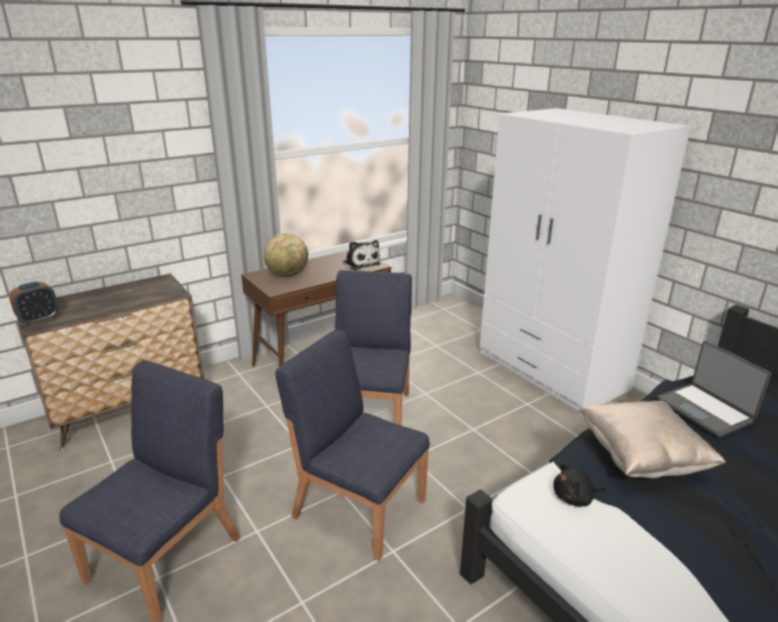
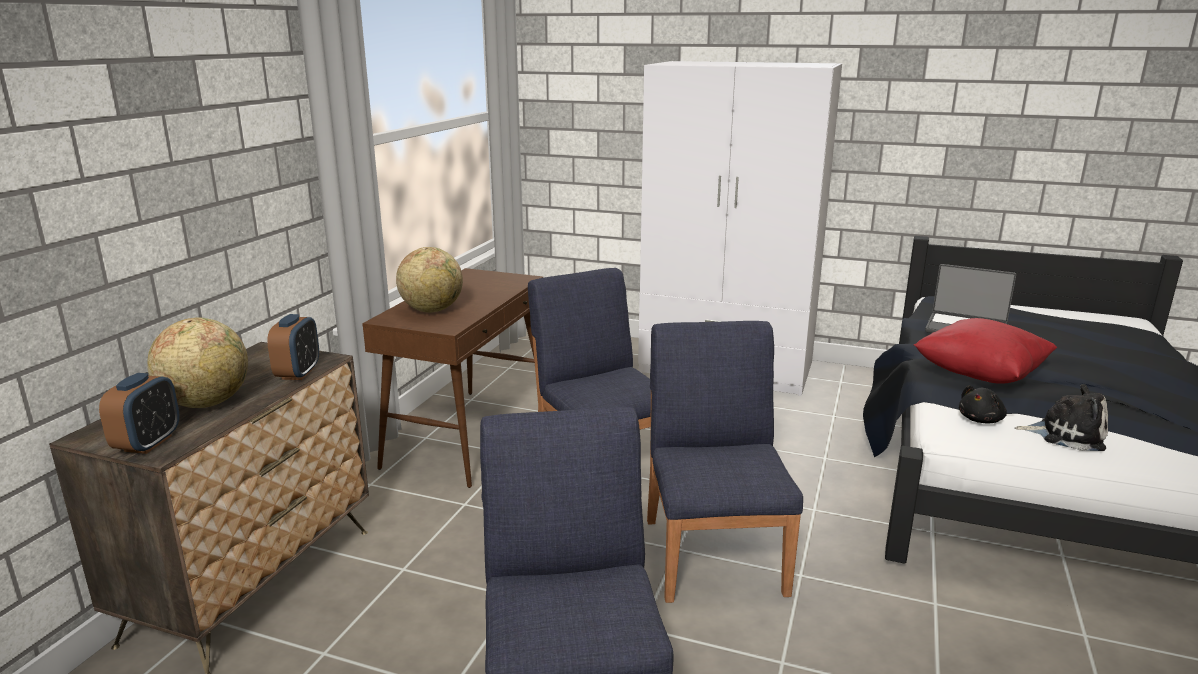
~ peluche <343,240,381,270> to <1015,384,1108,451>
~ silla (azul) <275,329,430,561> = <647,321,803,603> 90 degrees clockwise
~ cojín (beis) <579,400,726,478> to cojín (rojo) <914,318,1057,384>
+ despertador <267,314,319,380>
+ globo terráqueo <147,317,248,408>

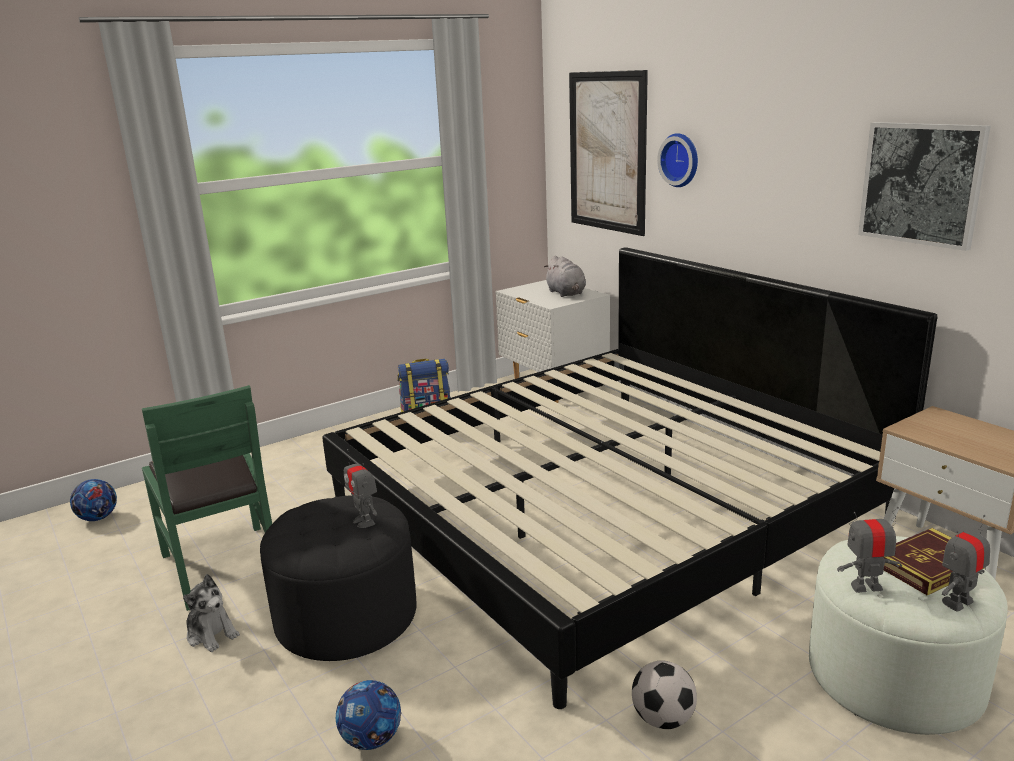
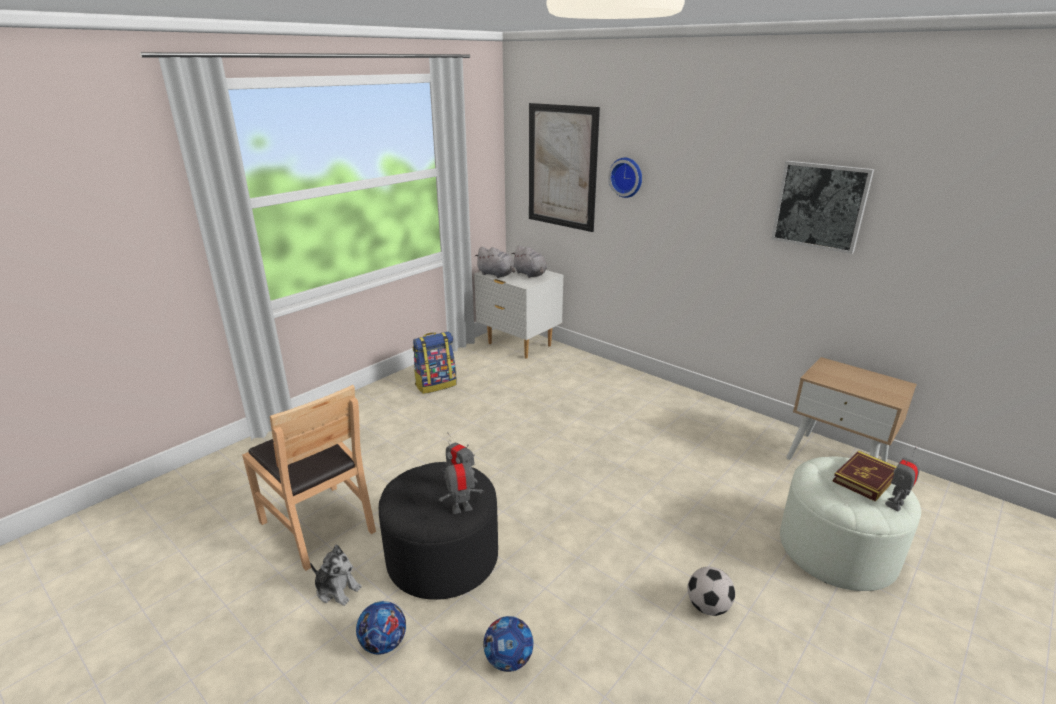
- cama <322,247,937,709>
~ silla (verde) <142,385,272,611> to silla (marrón) <242,385,376,571>
~ balón de fútbol <70,479,117,521> to <356,601,406,654>
~ robot de juguete <837,507,902,593> to <439,455,484,514>
+ peluche (gris) <475,247,515,278>

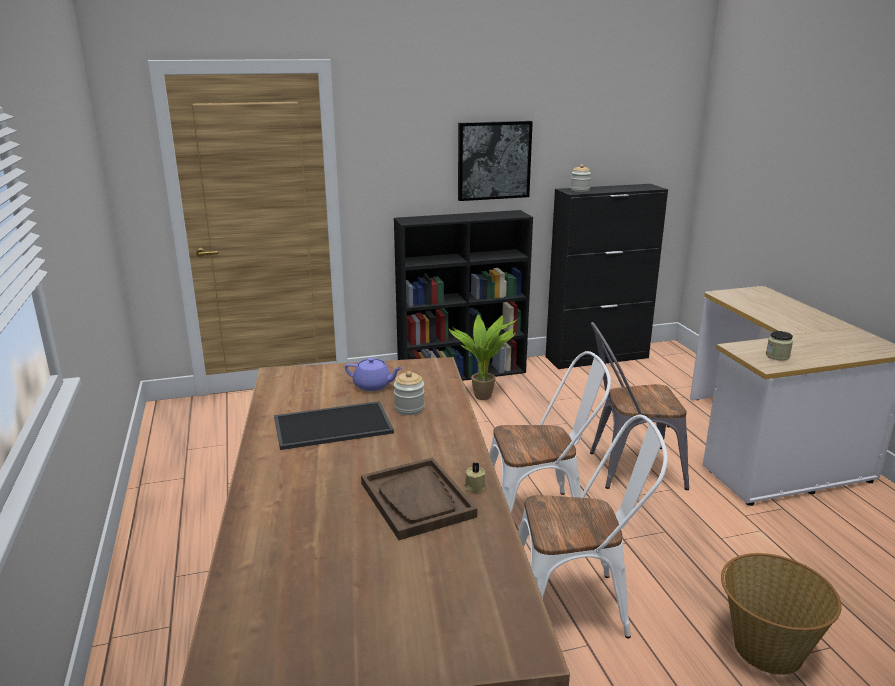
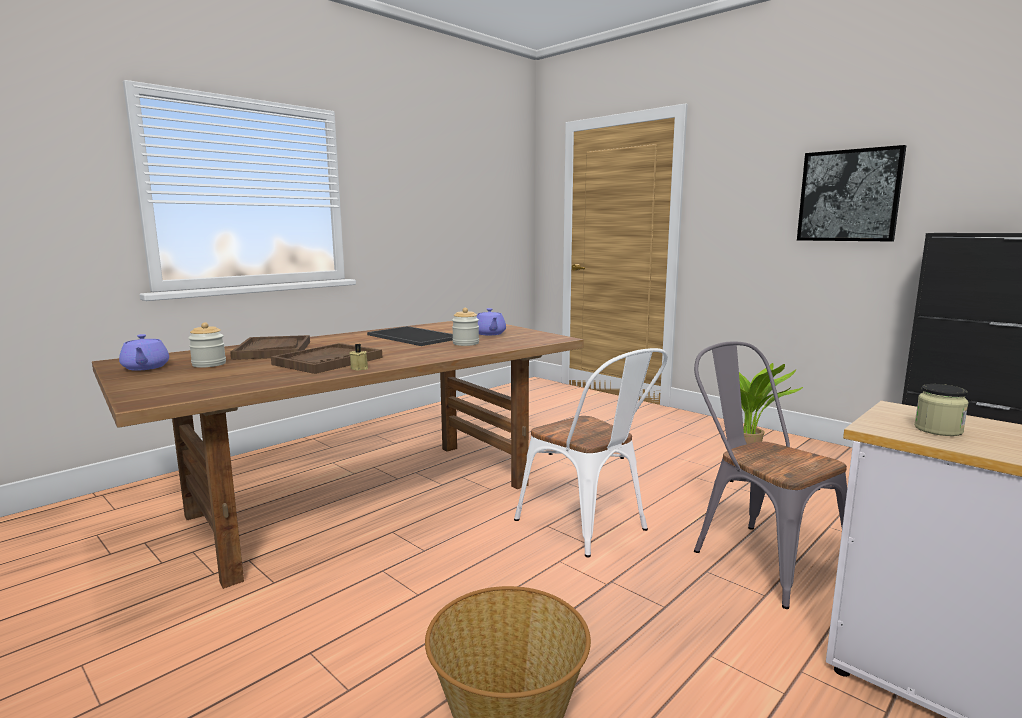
~ tarro <571,164,591,192> to <188,322,226,368>
- estantería (negro) <394,210,533,381>
- silla (blanco) <518,415,668,639>
+ tetera (morado) <119,334,169,371>
+ bandeja (marrón) <230,335,310,360>

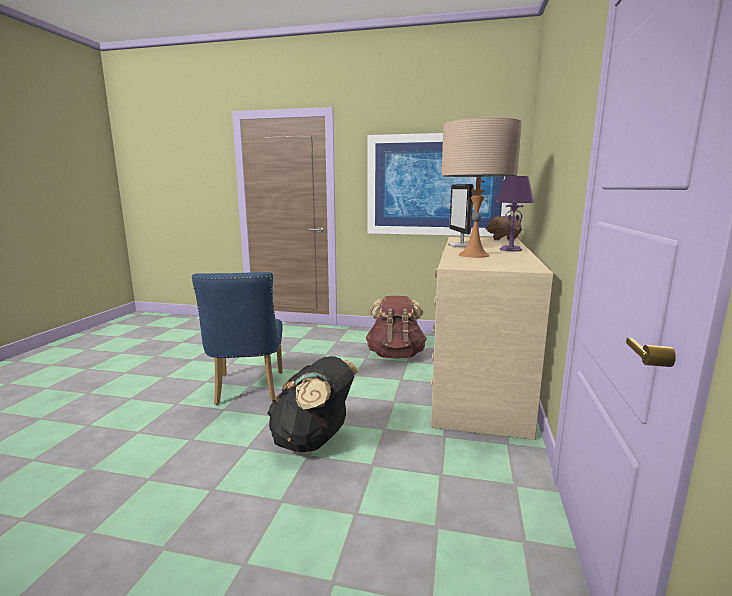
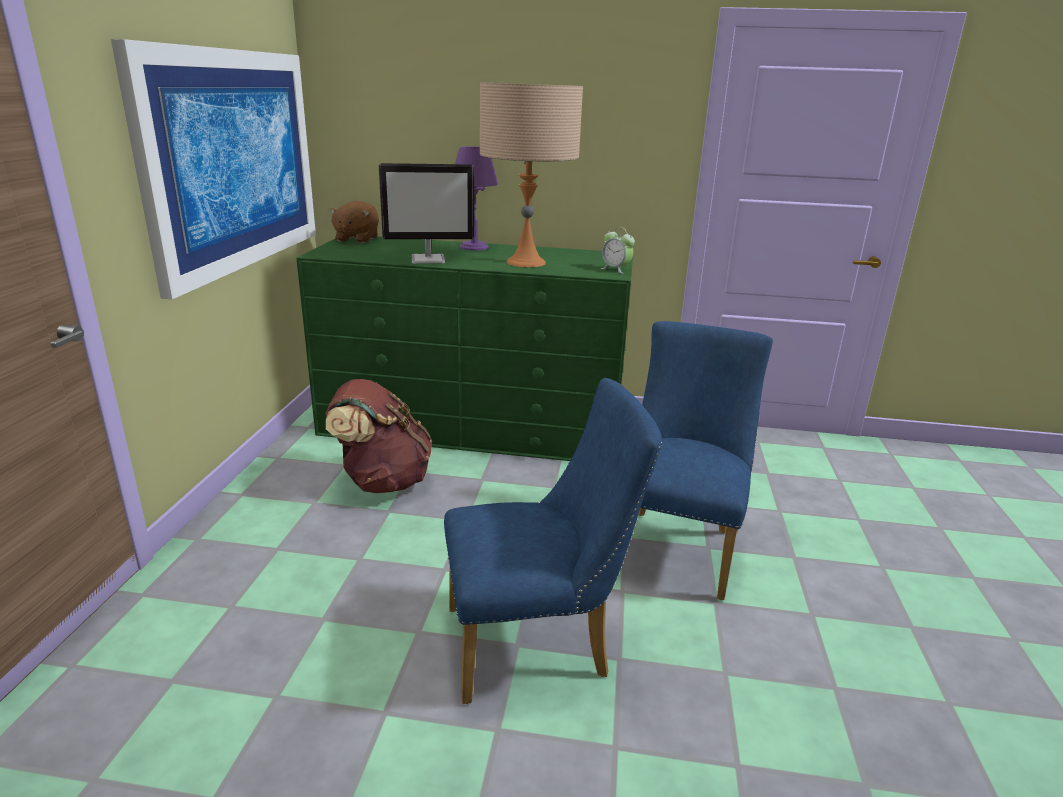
~ cómoda (beis) <431,237,554,440> to cómoda (verde) <296,236,633,461>
~ mochila (negro) <267,356,358,452> to silla (azul) <639,321,773,600>
+ despertador <600,227,635,274>

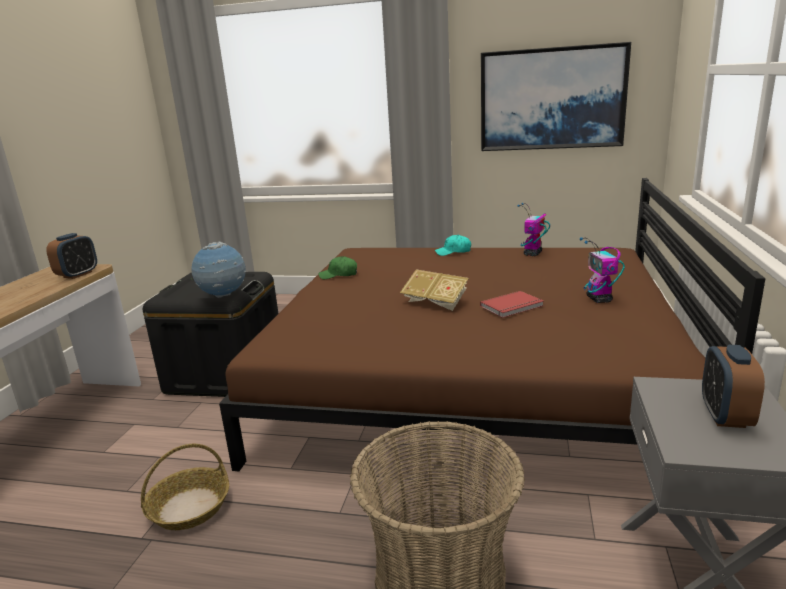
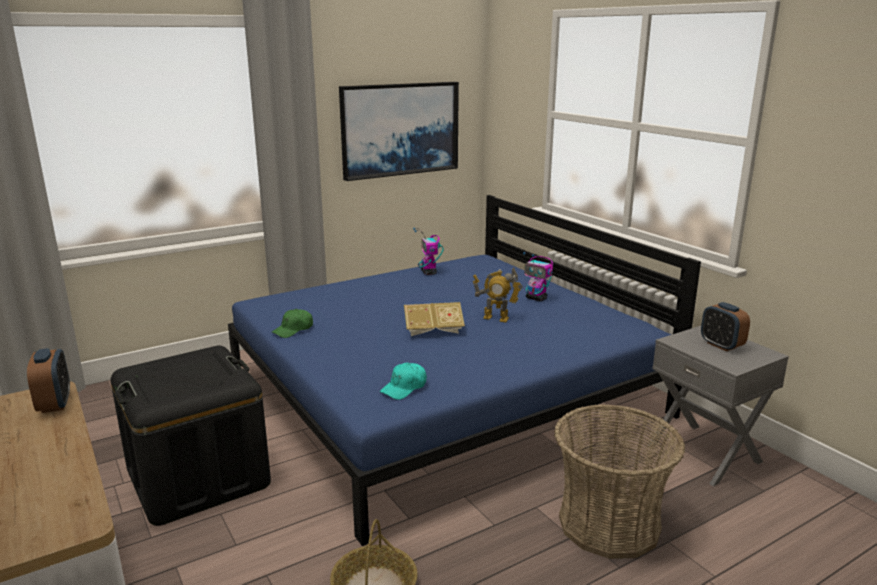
~ cama (marrón) <219,178,766,471> to cama (azul) <228,195,701,546>
~ gorra (turquesa) <435,235,471,256> to <380,363,427,400>
- globo terráqueo <191,241,246,298>
~ libro (rojo) <480,291,544,318> to robot de juguete <473,268,523,322>

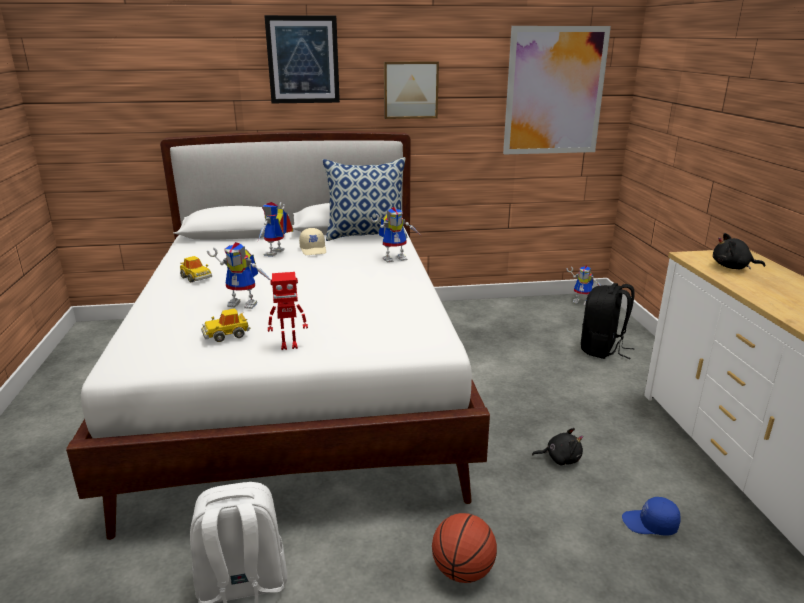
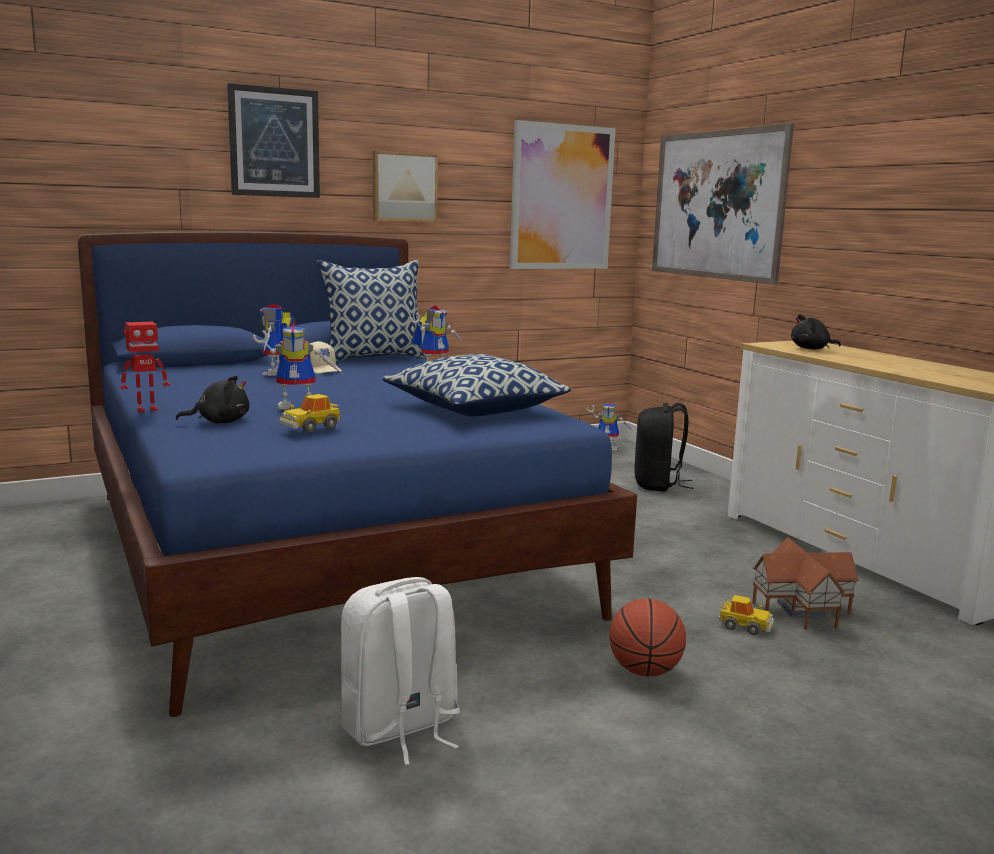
~ cama (blanco) <66,131,490,540> to cama (azul) <77,232,637,717>
~ coche de juguete <180,256,212,282> to <719,595,775,635>
~ robot de juguete <268,272,308,350> to <121,322,170,412>
~ peluche (negro) <532,428,583,465> to <176,376,250,424>
~ gorra (azul) <622,497,681,536> to casita <752,537,859,630>
+ cuadro <652,123,794,285>
+ cojín <382,354,571,417>

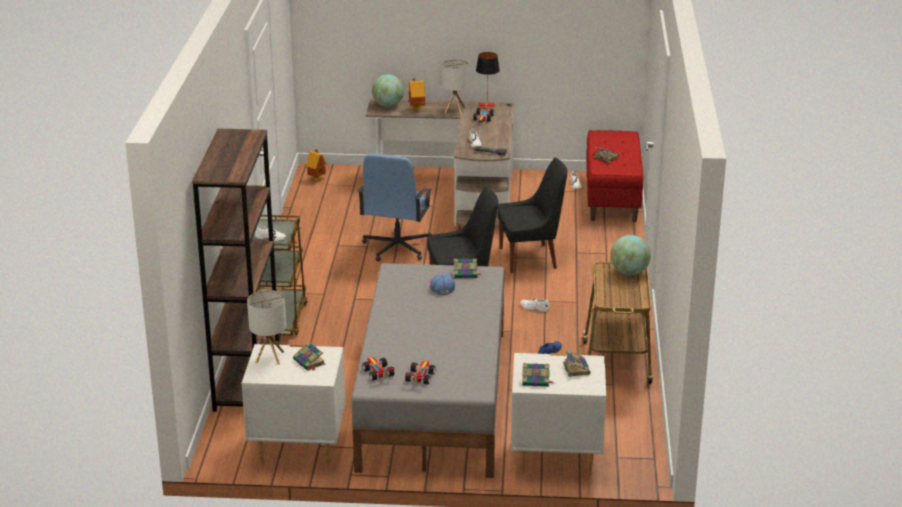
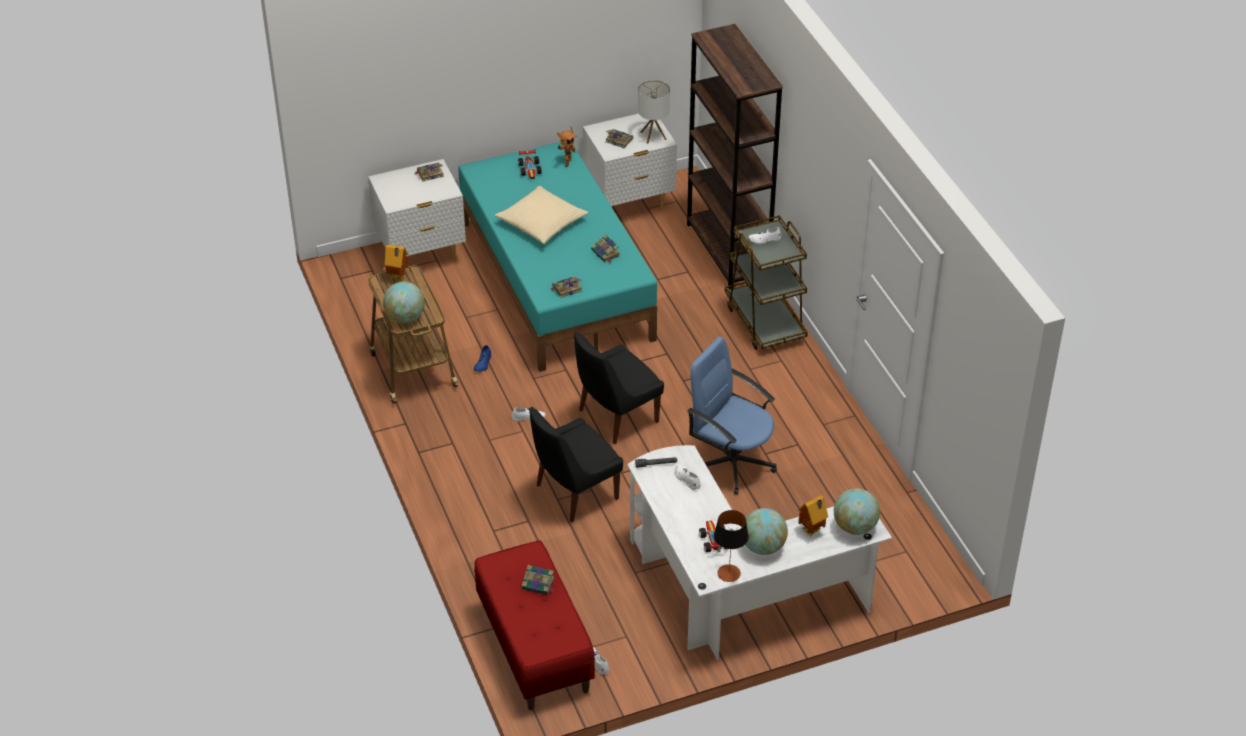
~ lámpara de mesa <441,59,469,114> to globo terráqueo <741,508,788,555>
~ escritorio (marrón) <366,99,514,227> to escritorio (blanco) <628,445,892,660>
~ casita <306,149,327,182> to <385,244,409,280>
~ silla de oficina (azul) <358,153,432,261> = <687,336,777,495> 45 degrees counterclockwise
~ cama (gris) <352,263,504,478> to cama (turquesa) <458,142,657,372>
- gorra <430,274,455,295>
~ libro <563,351,591,377> to <591,234,620,263>
~ coche de juguete <362,357,395,381> to robot de juguete <557,126,577,167>
+ cojín (beis) <495,186,589,244>

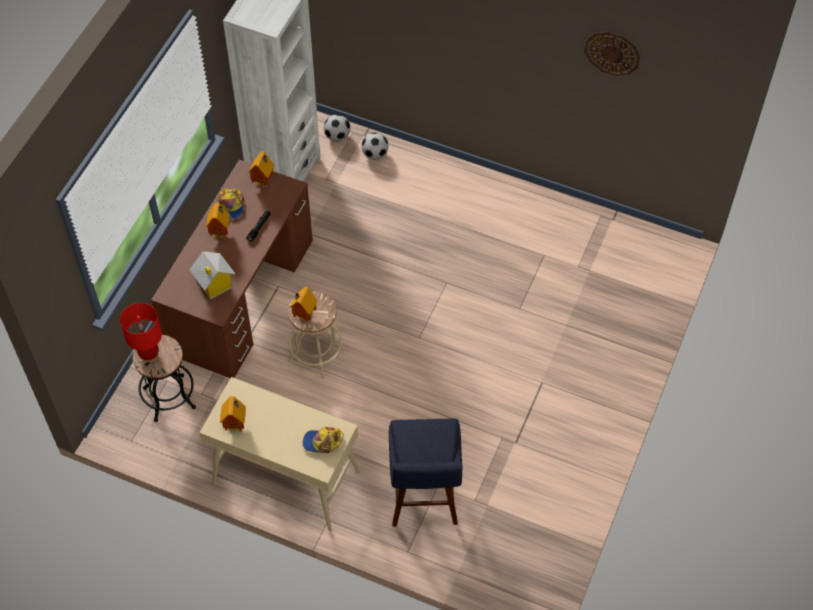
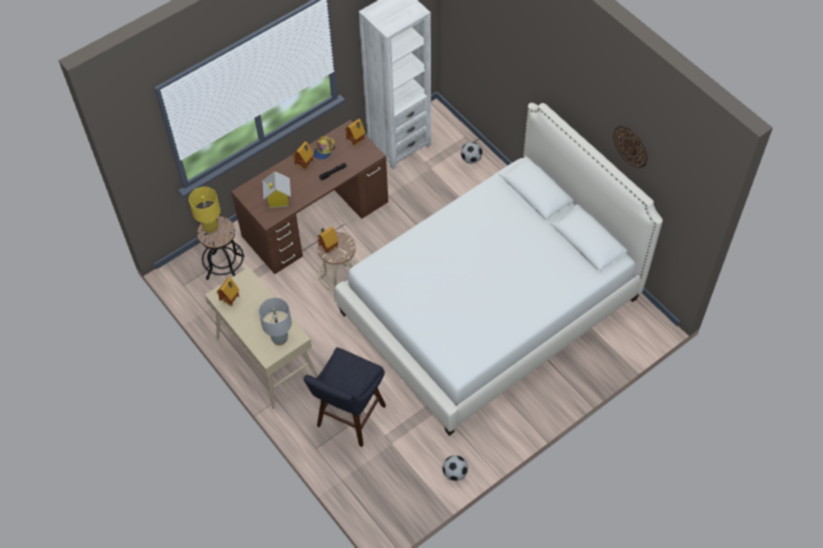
~ balón de fútbol <324,114,350,141> to <443,455,468,481>
~ lámpara de mesa (rojo) <120,303,162,362> to lámpara de mesa (amarillo) <189,187,220,234>
~ gorra <303,427,344,453> to lámpara de mesa (gris) <259,298,292,346>
+ cama (blanco) <335,103,663,436>

